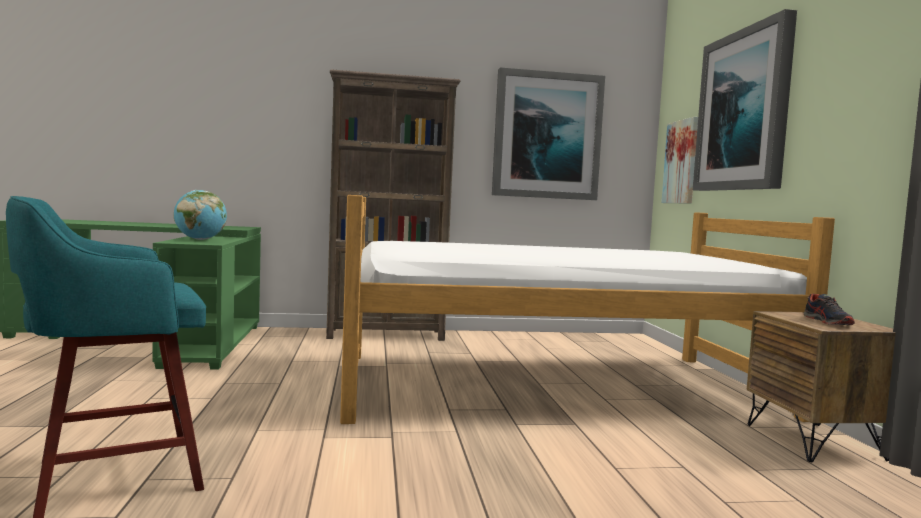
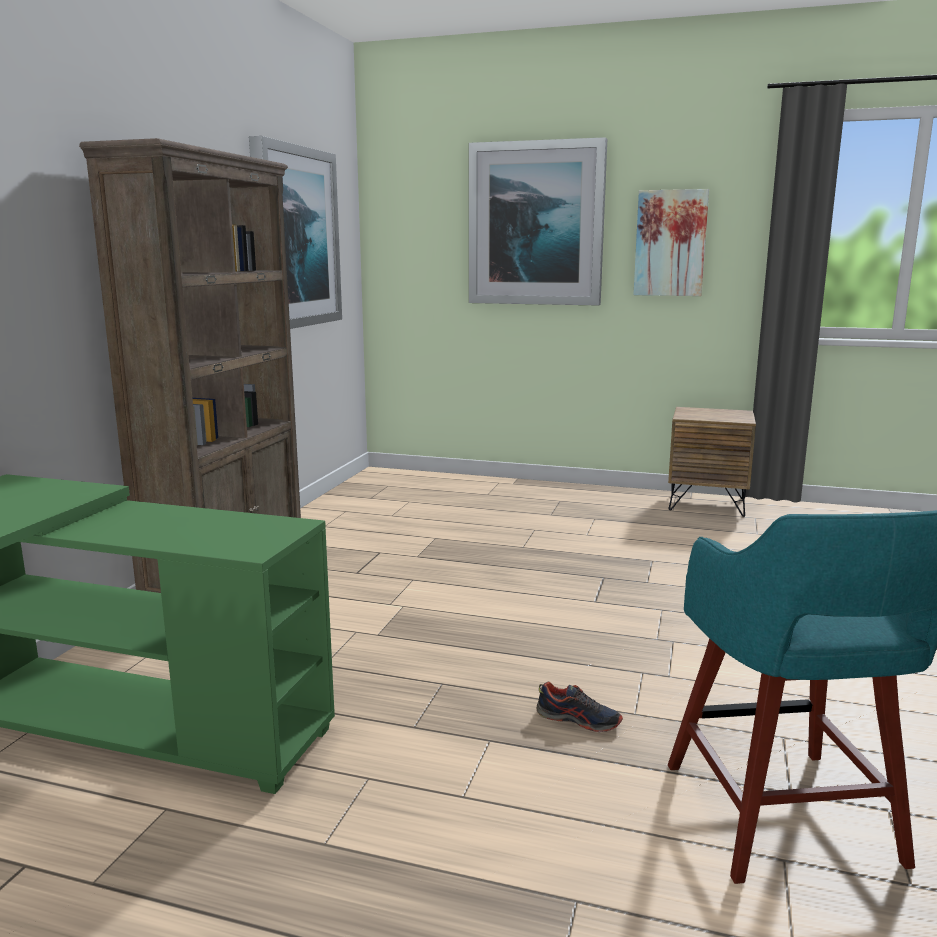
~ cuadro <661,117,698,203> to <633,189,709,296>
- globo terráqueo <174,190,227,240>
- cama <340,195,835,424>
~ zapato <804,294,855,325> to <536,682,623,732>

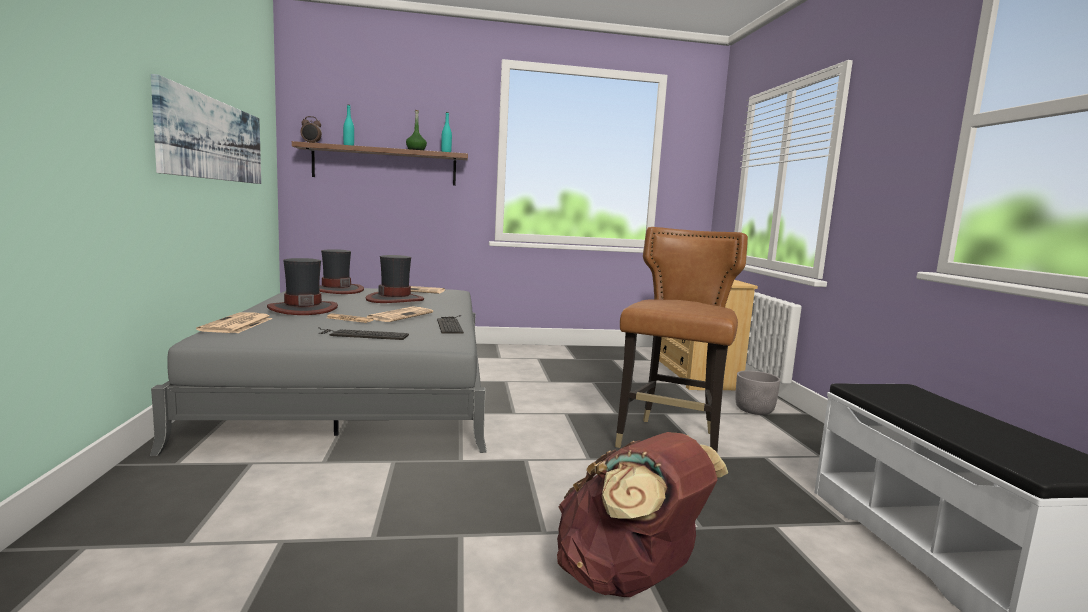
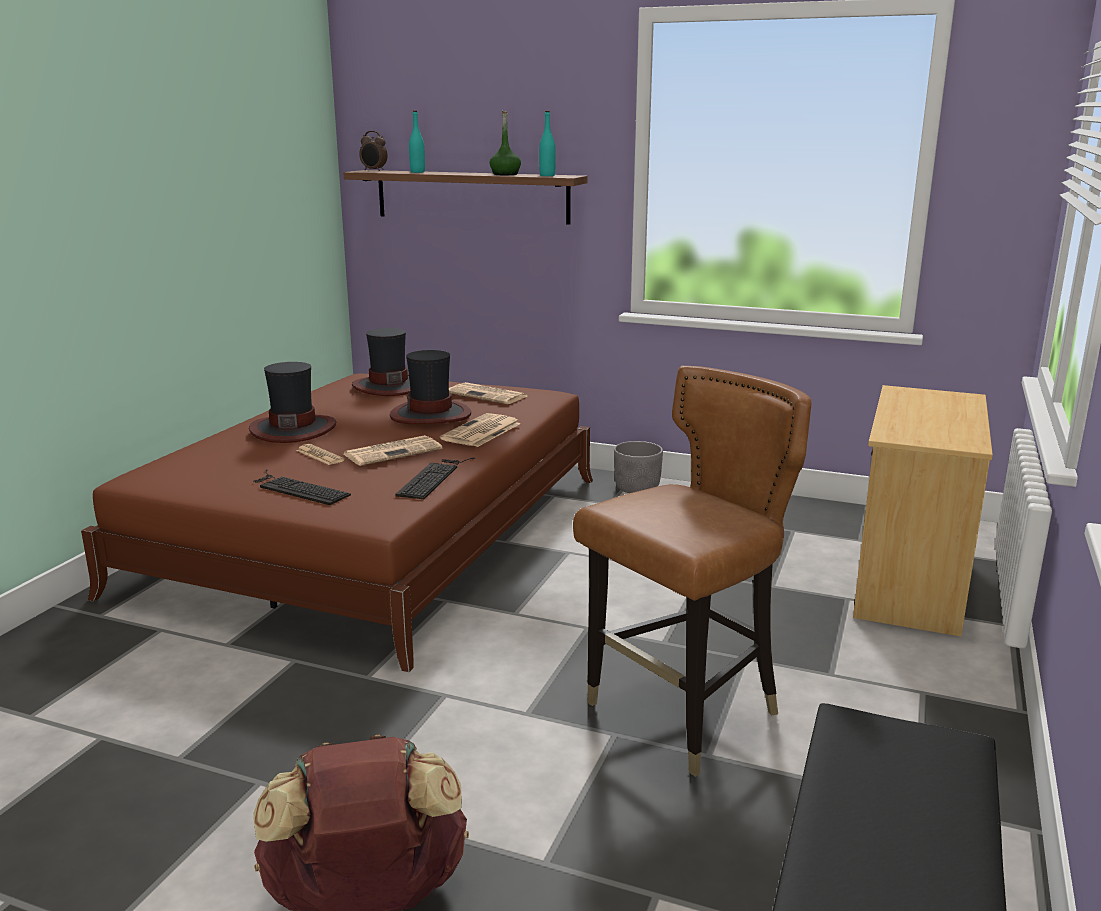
- cuadro <151,74,261,184>
~ cama (gris) <150,288,487,456> to cama (marrón) <81,374,593,672>
~ periódico <196,312,273,333> to <440,413,521,447>
~ maceta (gris) <736,370,780,415> to <614,441,663,493>

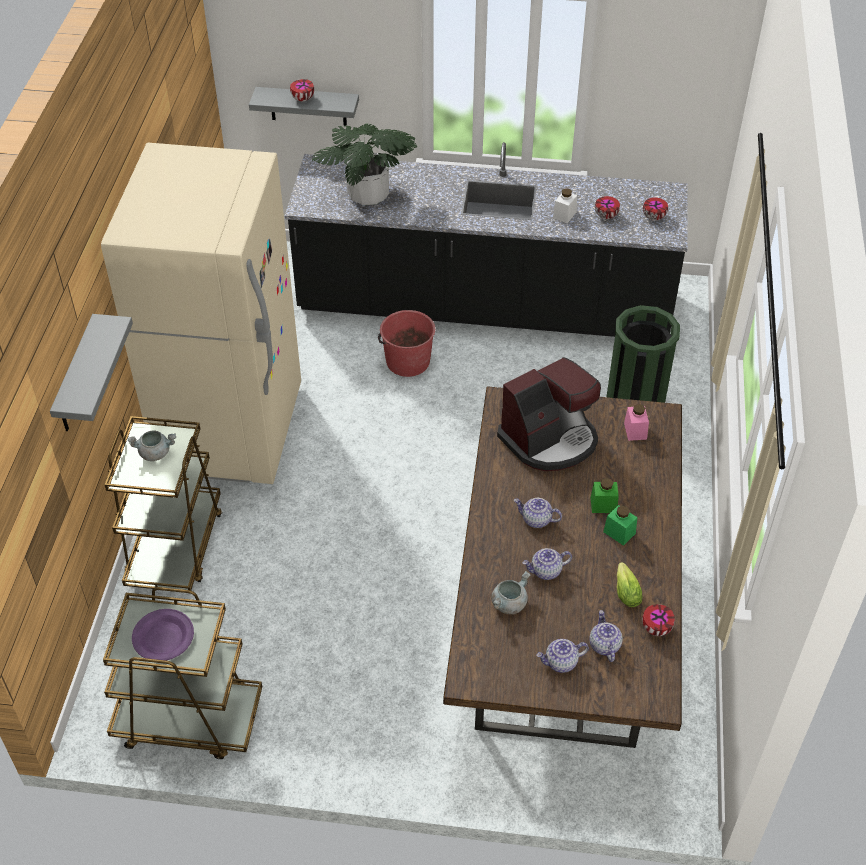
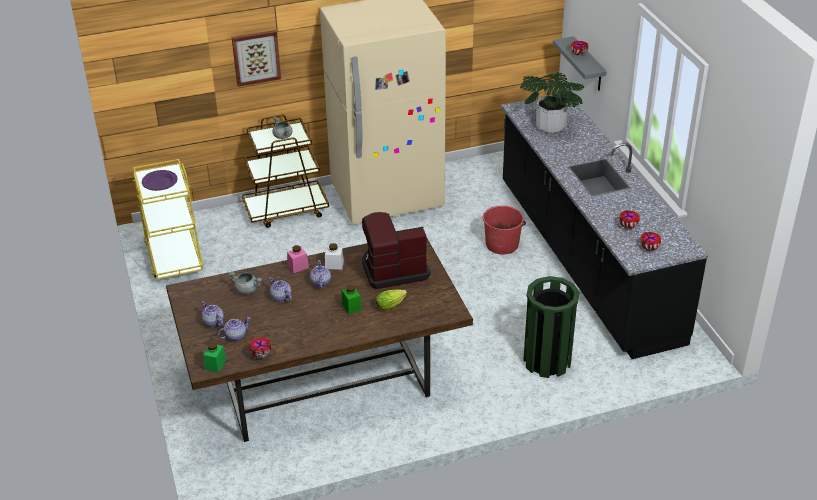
~ tarro (blanco) <553,189,577,223> to <325,243,344,270>
~ estante (gris) <50,314,133,431> to cuadro <232,30,281,87>
~ cafetera <497,357,601,471> = <362,212,430,289> 135 degrees clockwise
~ tarro (rosa) <624,404,649,441> to <287,245,309,273>
~ tarro (verde) <603,505,637,546> to <203,342,226,373>
~ lechuga <617,562,642,607> to <376,289,407,310>
~ carrito (marrón) <103,587,262,759> to carrito (amarillo) <133,159,204,279>

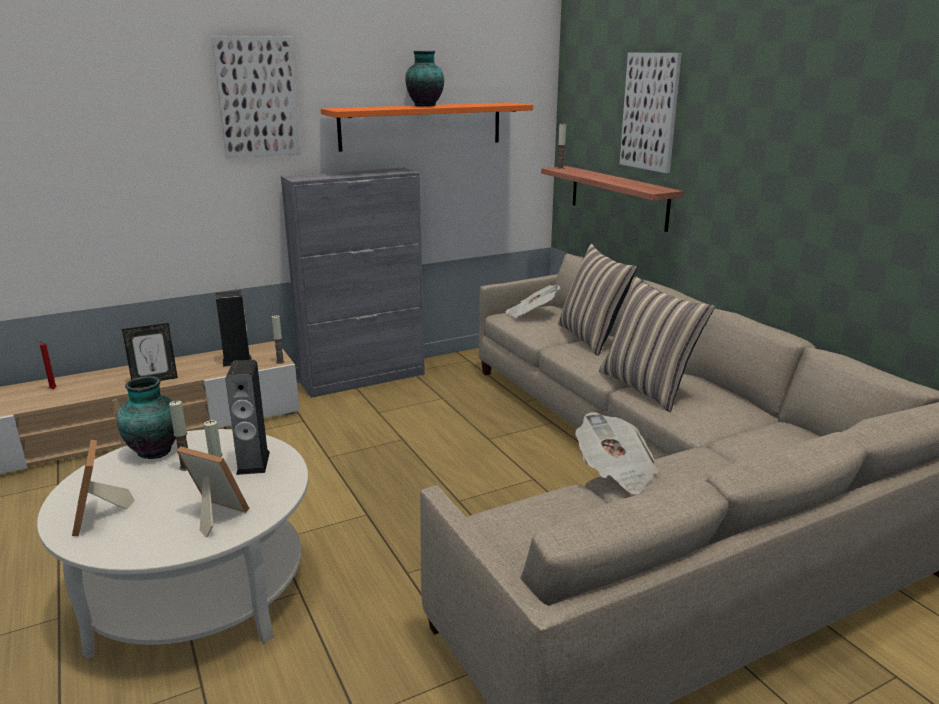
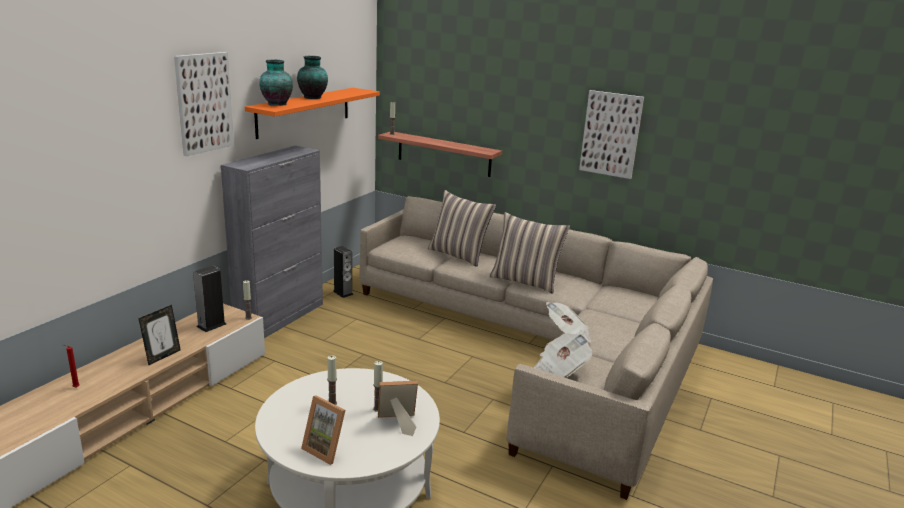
~ cuadro <620,53,682,173> to <579,90,644,179>
~ periódico <506,285,560,318> to <534,333,592,377>
~ altavoz <225,360,270,475> to <333,246,354,298>
~ florero <117,376,176,459> to <259,60,293,106>

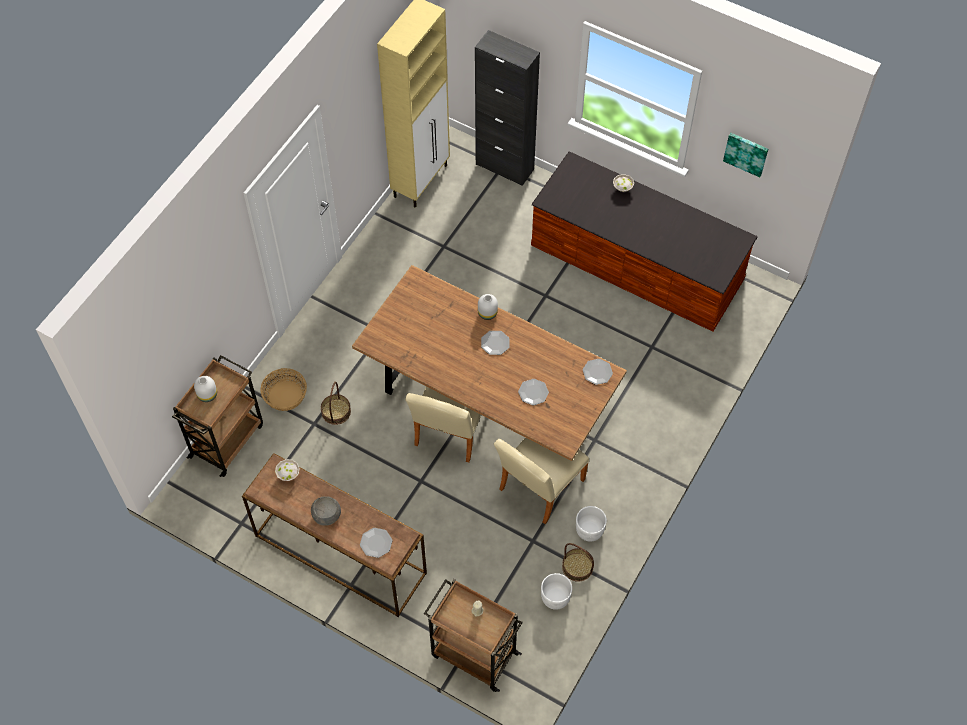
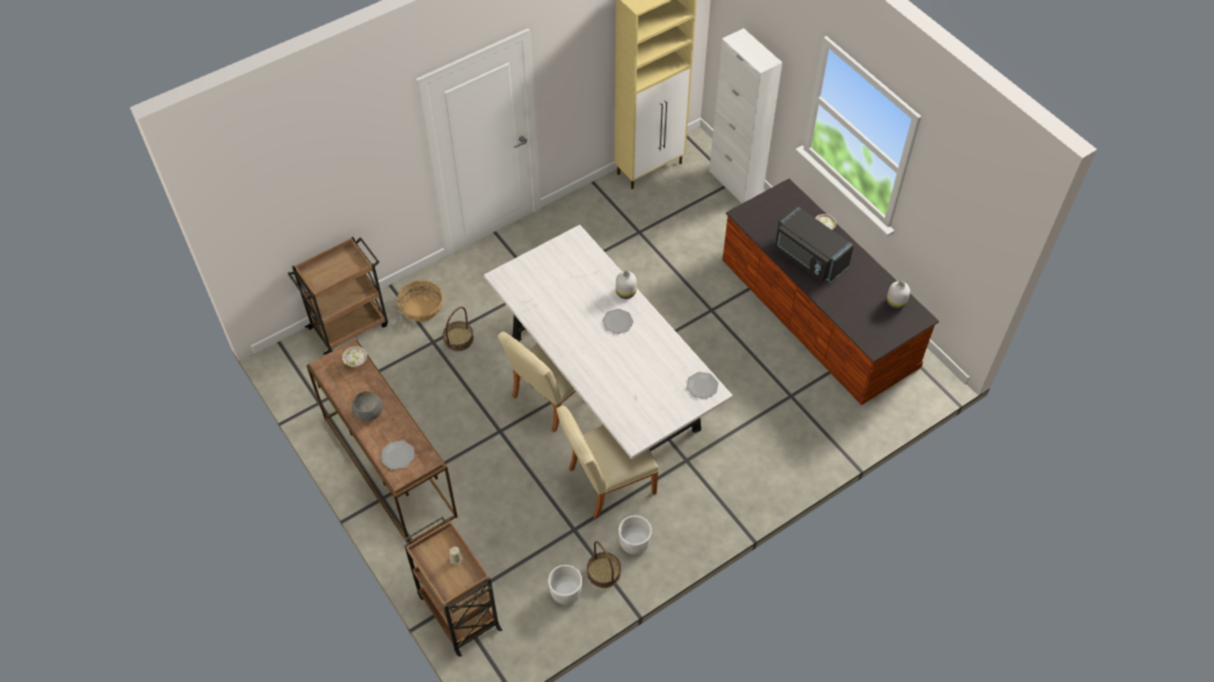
~ armario (negro) <475,30,540,186> to armario (blanco) <709,28,782,203>
- cuadro <723,133,768,177>
~ mesa de comedor (marrón) <352,265,627,461> to mesa de comedor (blanco) <484,225,733,459>
~ florero (blanco) <194,376,217,402> to <887,281,910,309>
- plato <518,379,549,405>
+ microondas (negro) <775,206,854,282>

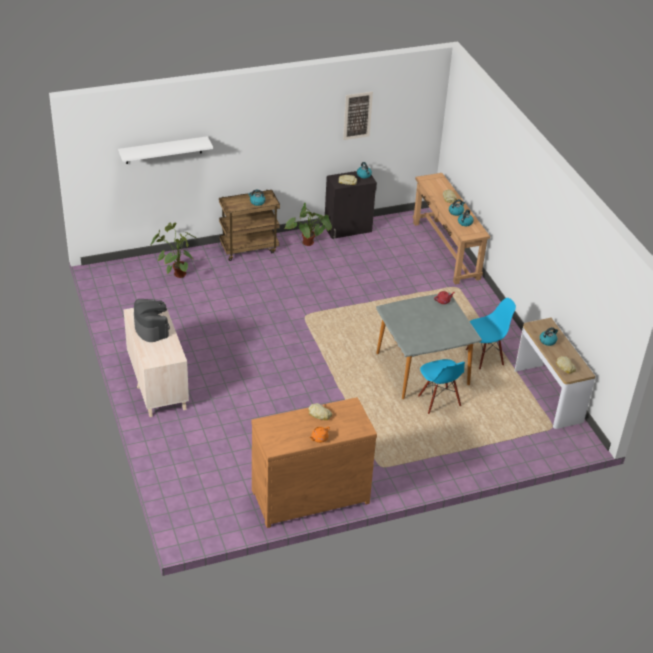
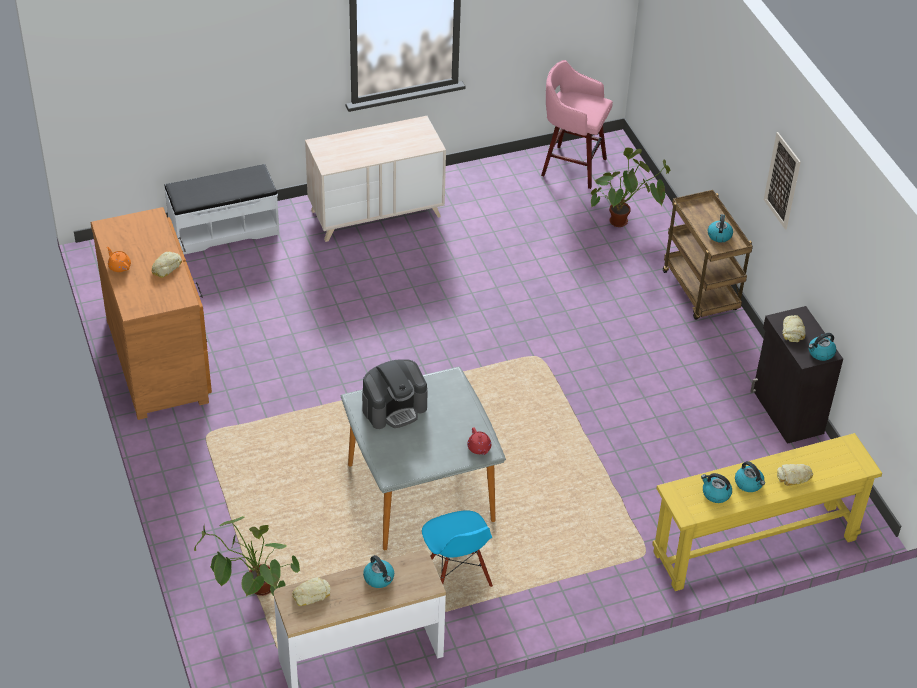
~ cuadro <343,92,373,140> to <764,132,801,230>
- estante (blanco) <118,136,213,164>
~ mesa consola (marrón) <413,173,490,284> to mesa consola (amarillo) <652,433,882,591>
~ planta en maceta <284,203,332,246> to <194,516,300,597>
~ cafetera <134,299,170,342> to <362,359,428,429>
- silla (azul) <418,359,465,414>
+ taburete (rosa) <541,60,613,189>
+ banco (blanco) <164,164,280,255>

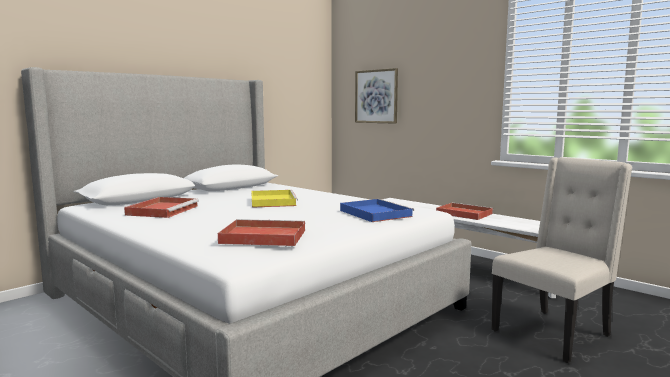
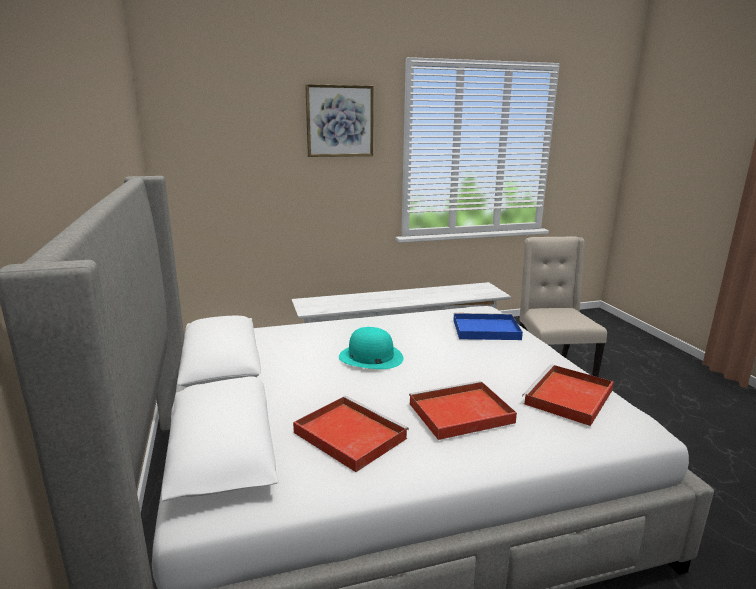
~ cuadro <355,68,398,124> to <305,84,374,157>
~ bandeja (amarillo) <251,190,298,208> to sombrero (turquesa) <339,327,404,369>
~ bandeja (rojo) <436,202,493,220> to <409,381,517,440>

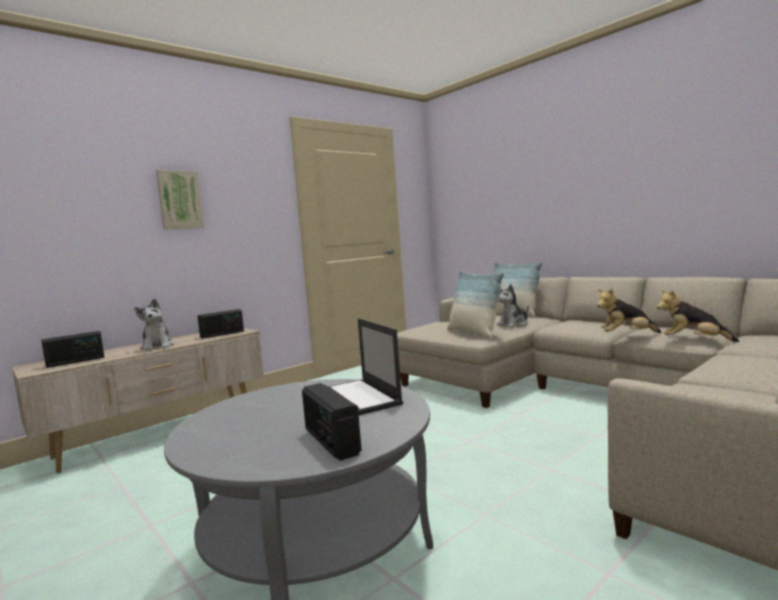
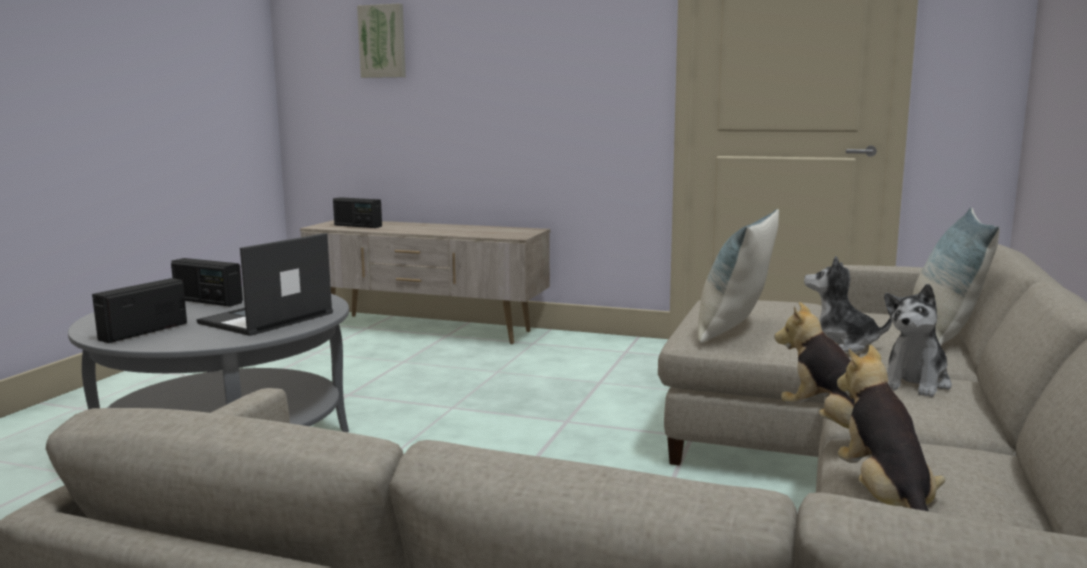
~ cuadro <156,170,205,230> to <357,4,406,78>
~ peluche <134,299,174,351> to <884,284,952,397>
~ radio <197,309,244,339> to <171,258,243,306>

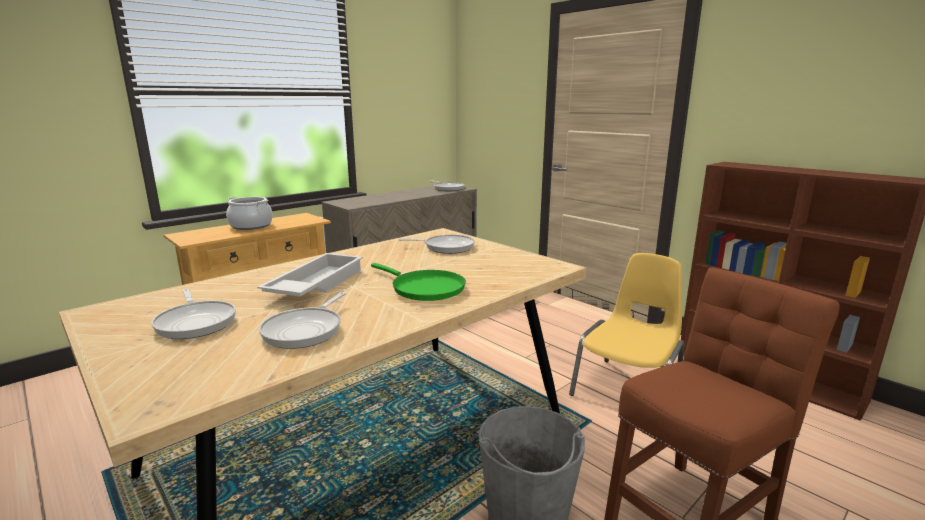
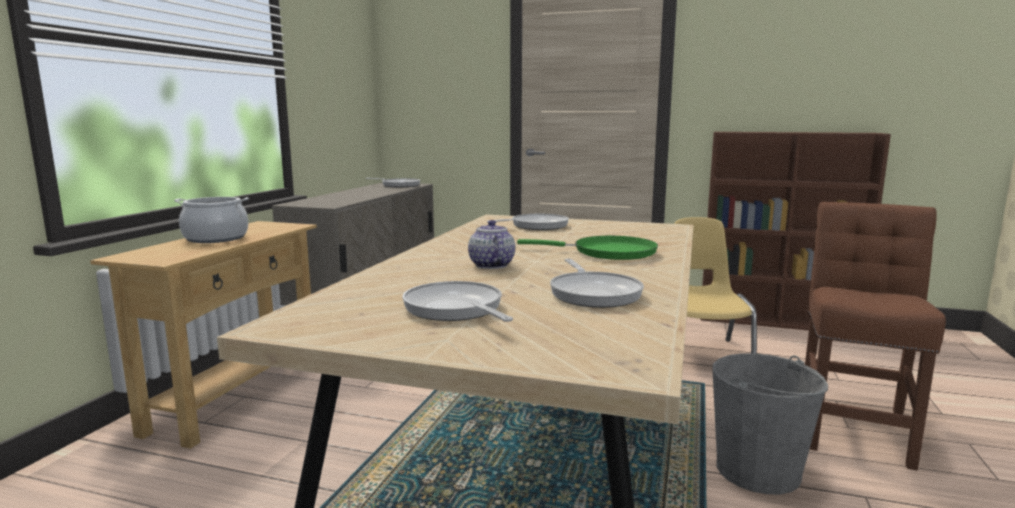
~ bandeja (blanco) <257,253,363,296> to tetera <468,220,515,269>
~ sartén <151,289,236,339> = <402,281,513,322> 150 degrees counterclockwise

